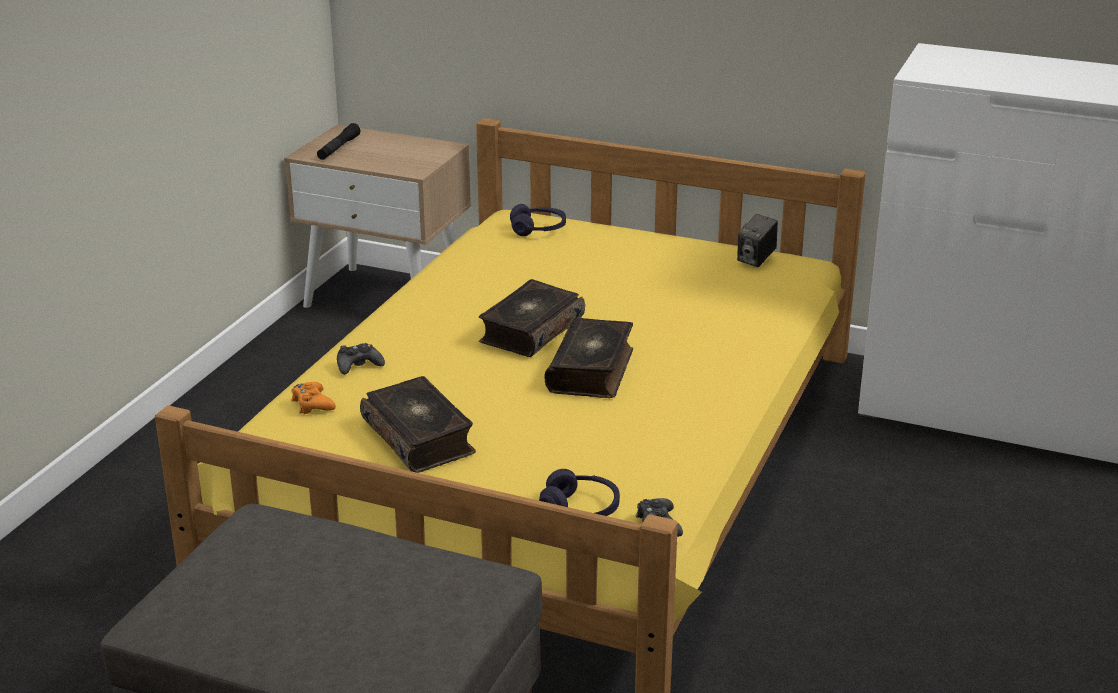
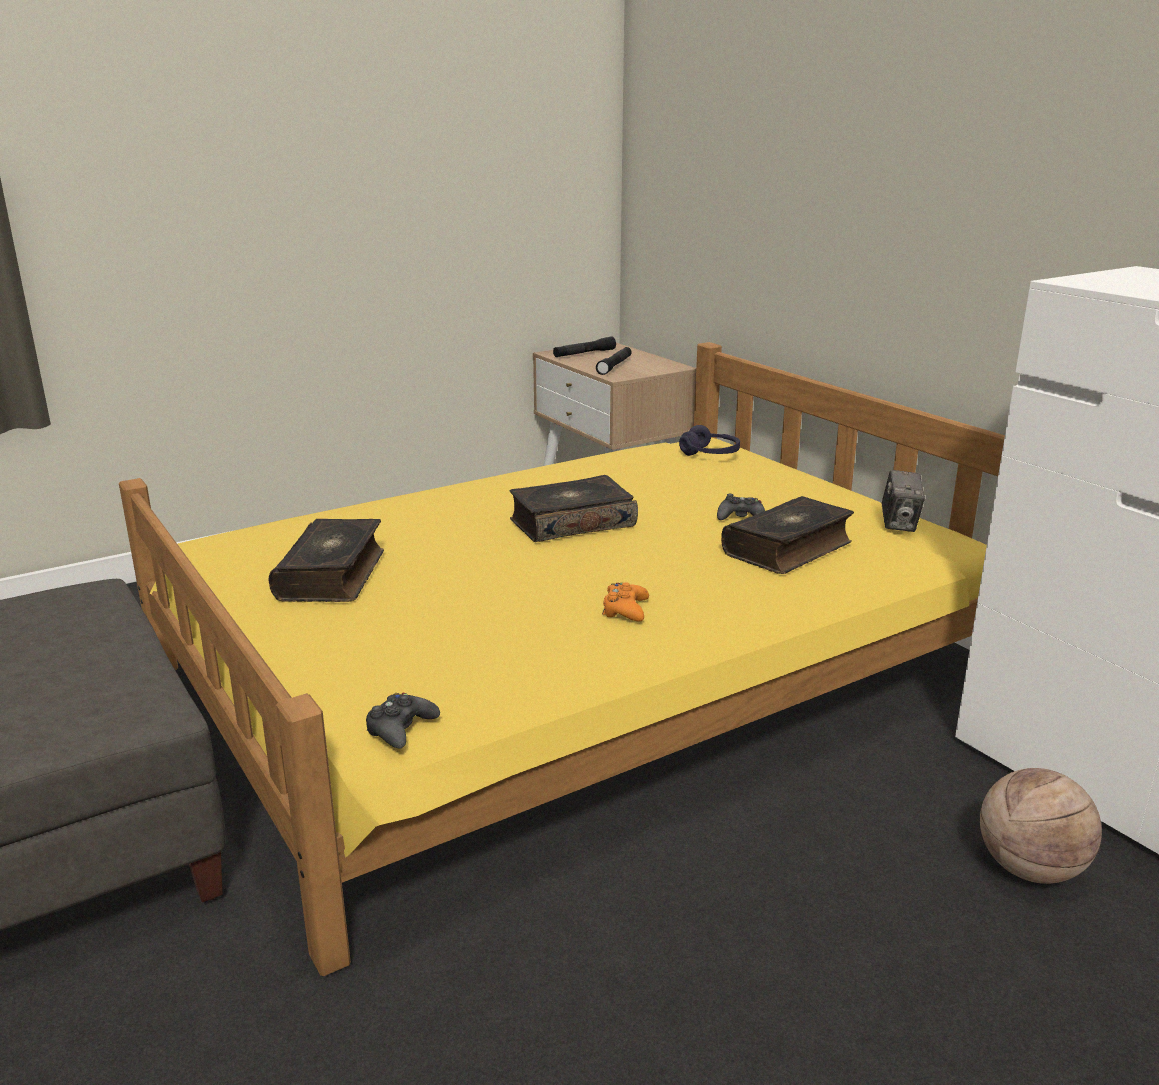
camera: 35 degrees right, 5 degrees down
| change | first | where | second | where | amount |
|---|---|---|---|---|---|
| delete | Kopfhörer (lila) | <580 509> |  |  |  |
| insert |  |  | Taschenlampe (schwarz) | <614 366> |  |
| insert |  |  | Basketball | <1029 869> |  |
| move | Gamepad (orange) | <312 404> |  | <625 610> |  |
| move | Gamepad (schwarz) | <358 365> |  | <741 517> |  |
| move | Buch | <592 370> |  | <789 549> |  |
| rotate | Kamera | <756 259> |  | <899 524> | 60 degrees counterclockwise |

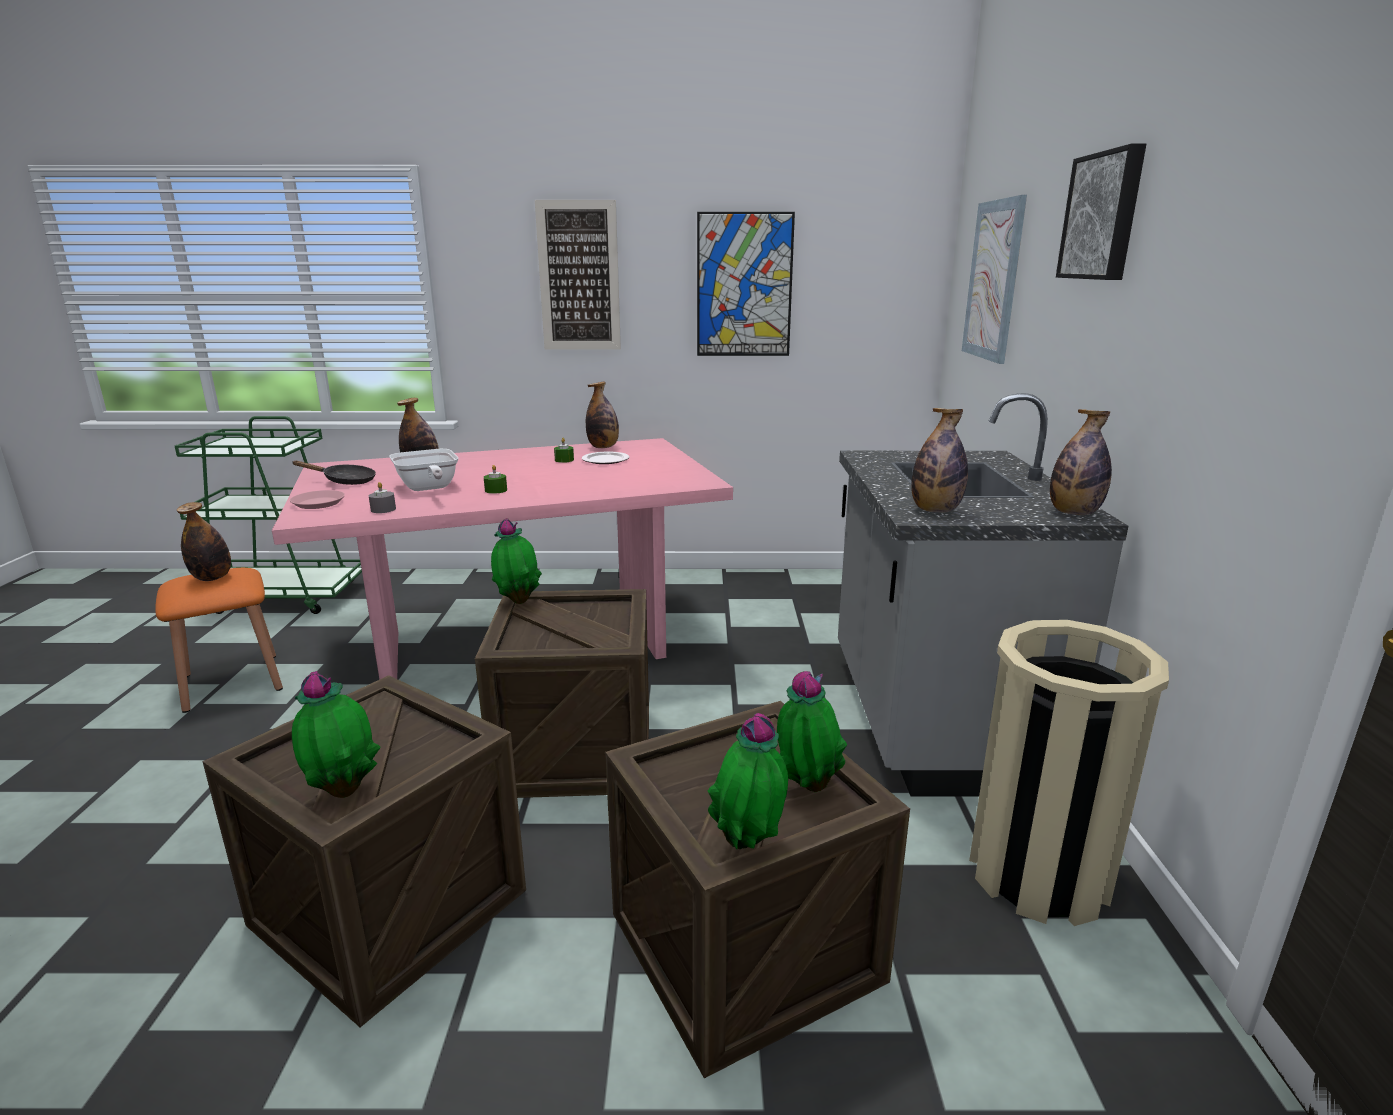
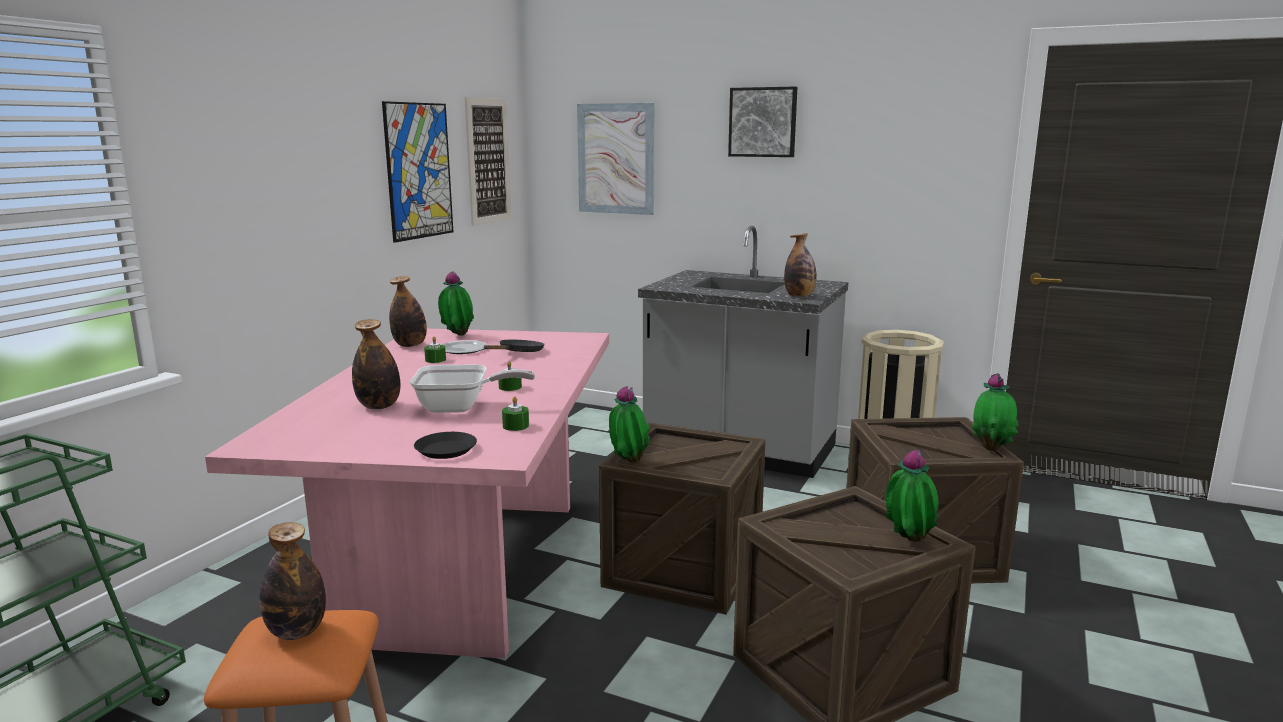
camera: 65 degrees left, 5 degrees down
| change | first | where | second | where | amount |
|---|---|---|---|---|---|
| delete | Flasche | <1074 513> |  |  |  |
| move | Pfanne (schwarz) | <345 481> |  | <518 353> |  |
| move | Bild | <579 277> |  | <488 161> |  |
| move | Topfpflanze | <806 786> |  | <457 336> |  |
| recolor | Teller (rosa) | <318 503> | Teller (schwarz) | <445 450> |  |
| recolor | Kerze (grau) | <383 509> | Kerze (grün) | <515 426> |  |

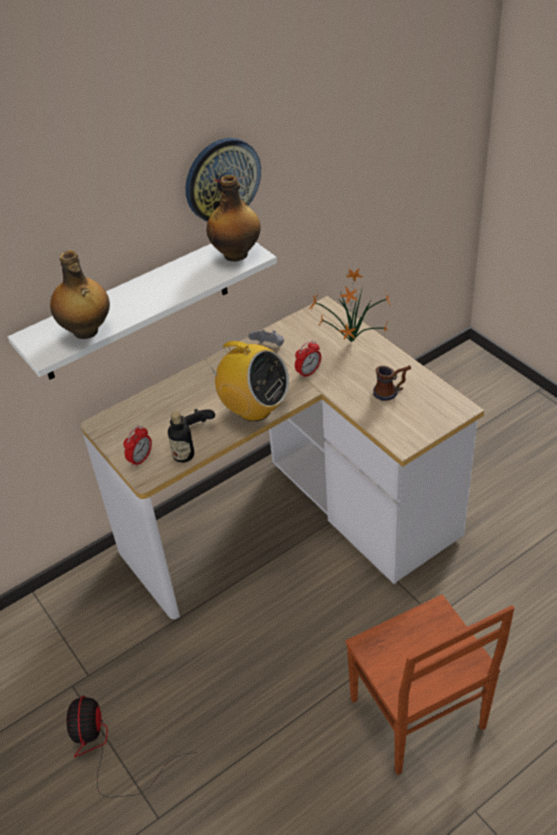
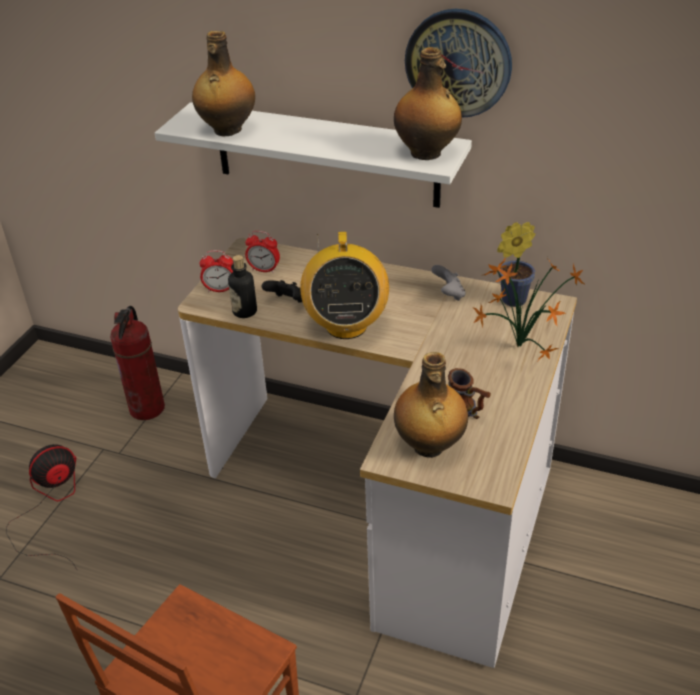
camera: 55 degrees right, 5 degrees down
| change | first | where | second | where | amount |
|---|---|---|---|---|---|
| insert |  |  | Feuerlöscher | <148 409> |  |
| insert |  |  | Flasche | <429 446> |  |
| insert |  |  | Topfpflanze | <510 300> |  |
| move | Wecker | <308 372> |  | <264 270> |  |

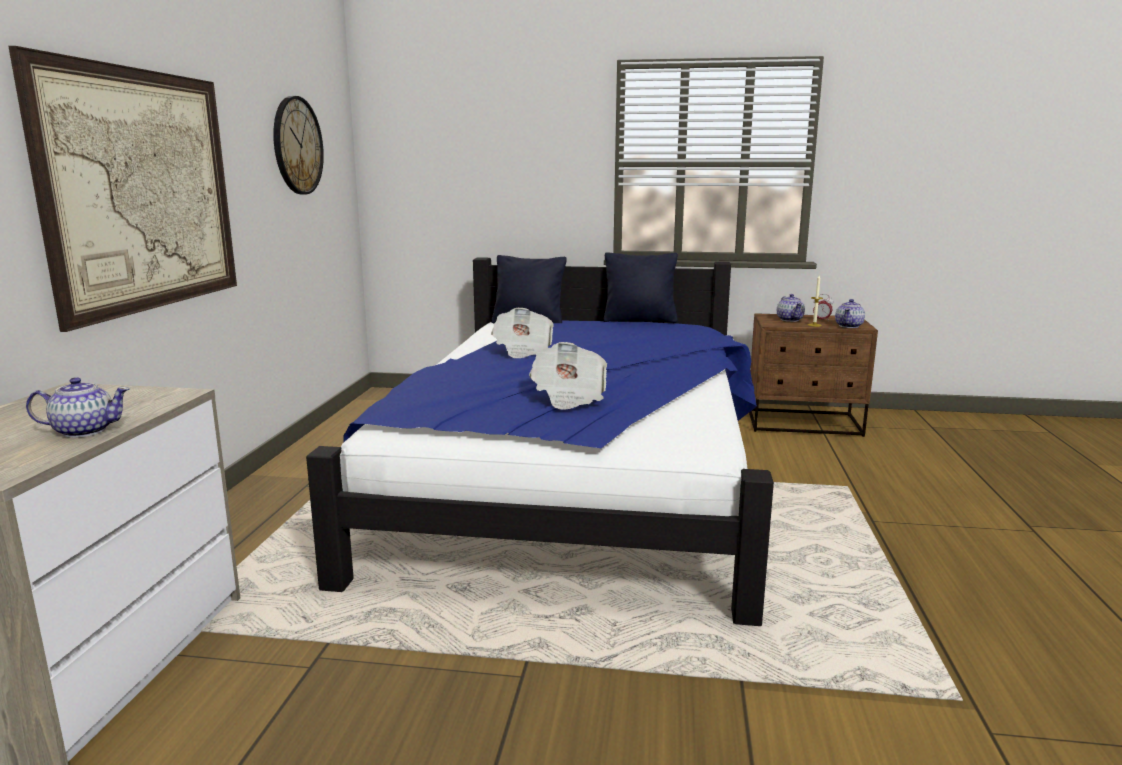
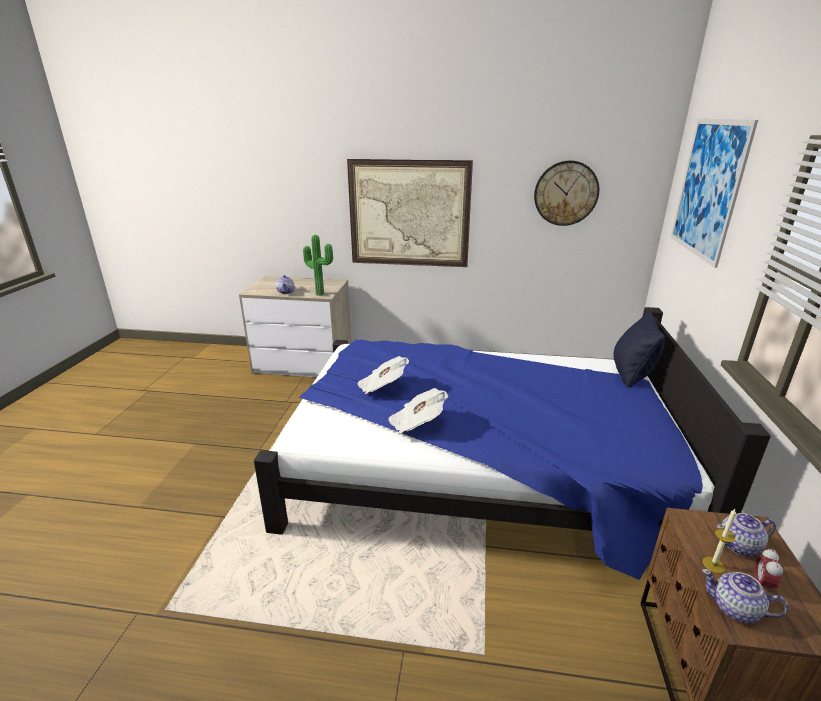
camera: 90 degrees right, 10 degrees up
| change | first | where | second | where | amount |
|---|---|---|---|---|---|
| delete | Kissen (schwarz) | <639 320> |  |  |  |
| insert |  |  | Topfpflanze | <321 293> |  |
| insert |  |  | Bild | <708 188> |  |
| move | Zeitung | <522 350> |  | <416 423> |  |

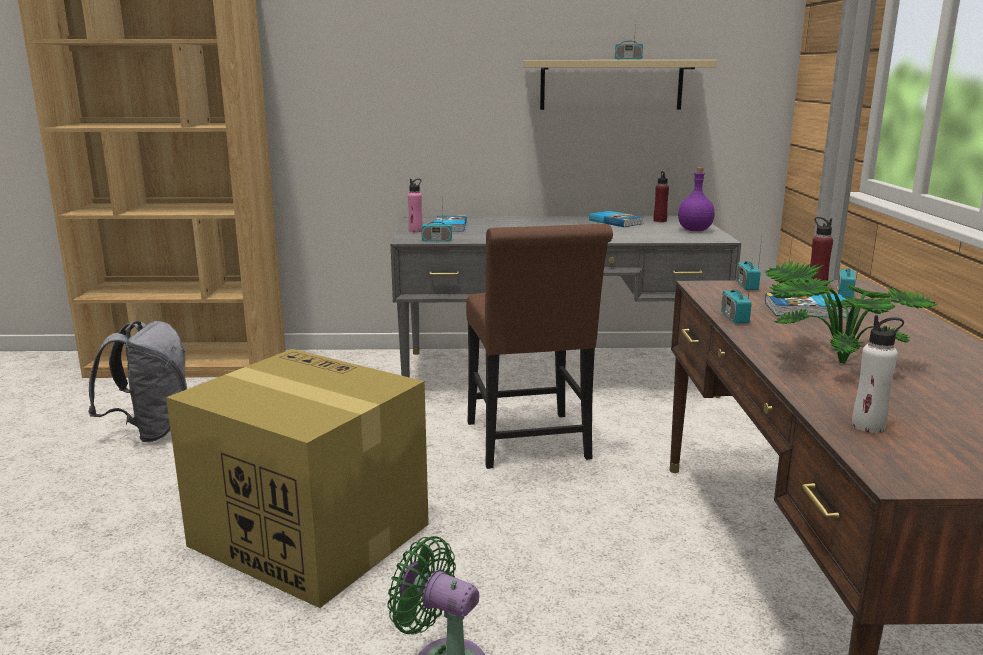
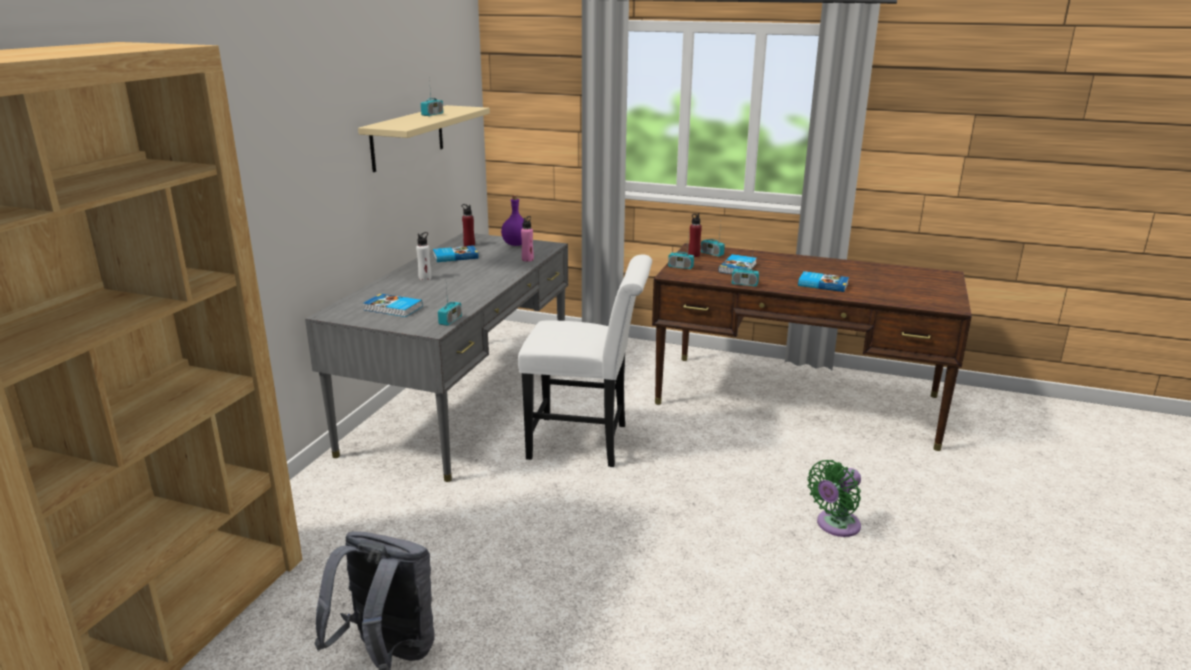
camera: 70 degrees left, 5 degrees up
| change | first | where | second | where | amount |
|---|---|---|---|---|---|
| delete | Karton | <307 534> |  |  |  |
| move | Flasche (rosa) | <415 231> |  | <527 259> |  |
| move | Flasche (weiß) | <868 426> |  | <425 278> |  |
| replace | Topfpflanze | <831 361> | Buch | <822 284> |  |
| recolor | Stuhl (braun) | <529 445> | Stuhl (weiß) | <586 442> |  |

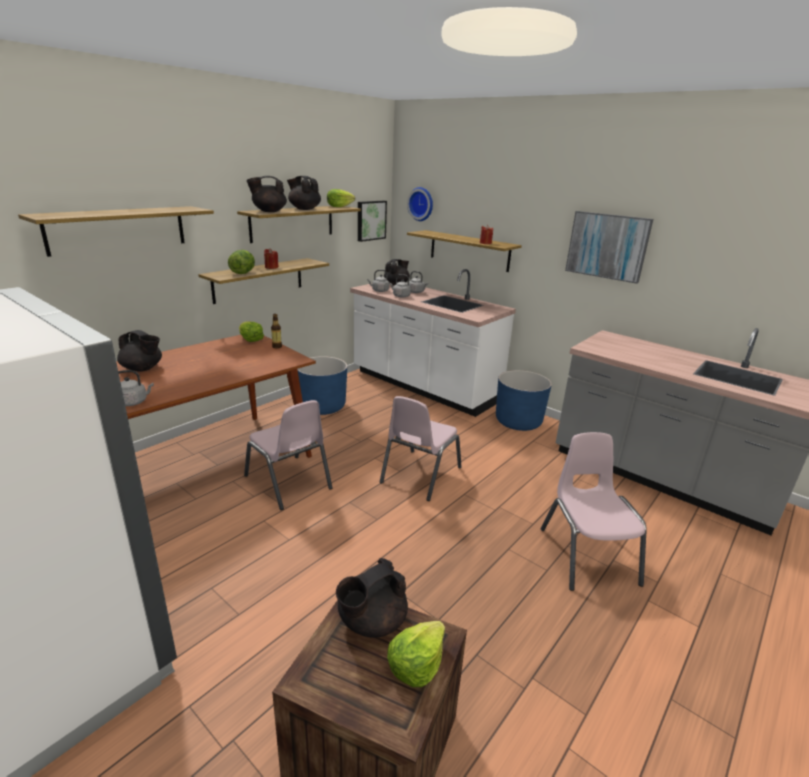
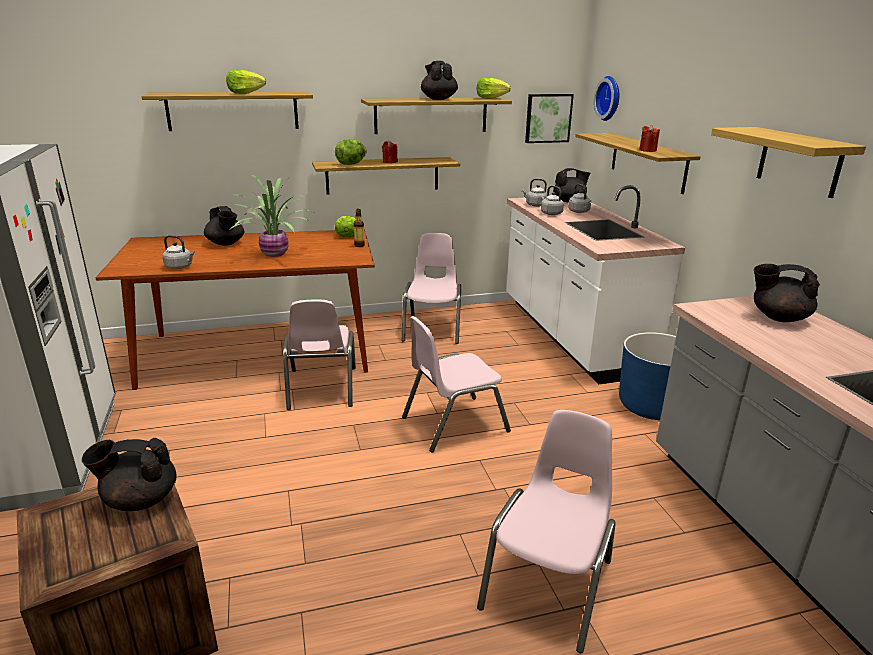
camera: 35 degrees right, 0 degrees up
| change | first | where | second | where | amount |
|---|---|---|---|---|---|
| insert |  |  | Topfpflanze | <274 254> |  |
| move | Teekanne (schwarz) | <269 211> |  | <778 317> |  |
| move | Salatkopf | <416 664> |  | <245 93> |  |
| replace | Pflanzkübel (blau) | <322 406> | Stuhl (rosa) | <433 329> |  |
| replace | Bild | <607 246> | Wandregal | <799 161> |  |

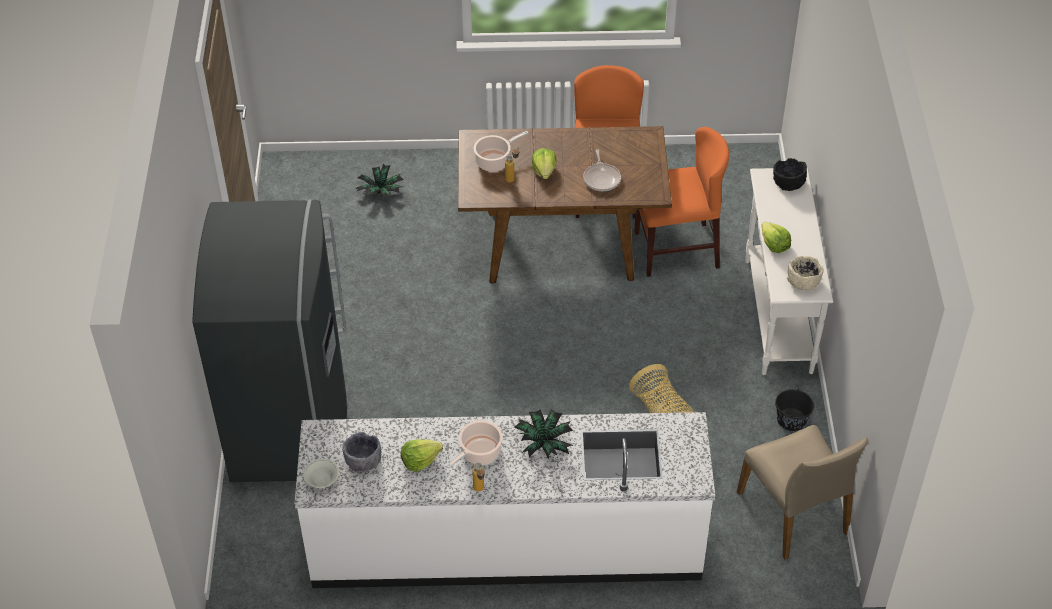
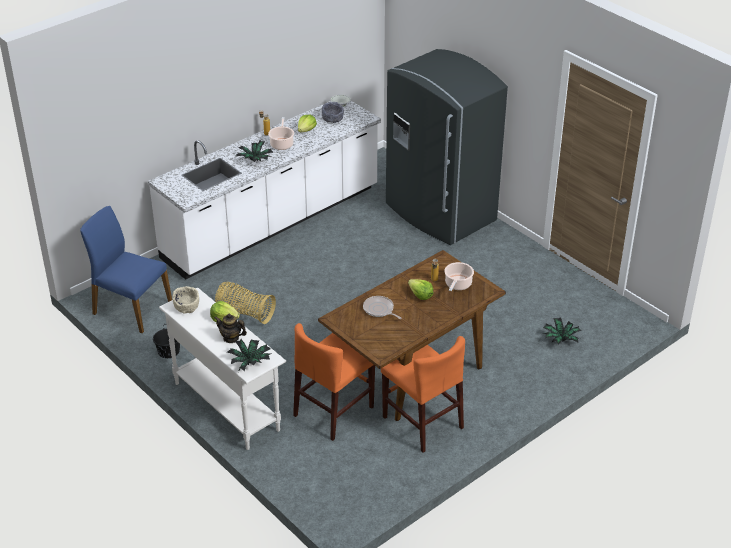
camera: 140 degrees right, 10 degrees down
| change | first | where | second | where | amount |
|---|---|---|---|---|---|
| insert |  |  | Teekanne | <231 338> |  |
| replace | Schüssel (schwarz) | <788 182> | Topfpflanze | <250 363> |  |
| recolor | Stuhl (beige) | <794 513> | Stuhl (blau) | <131 308> |  |

